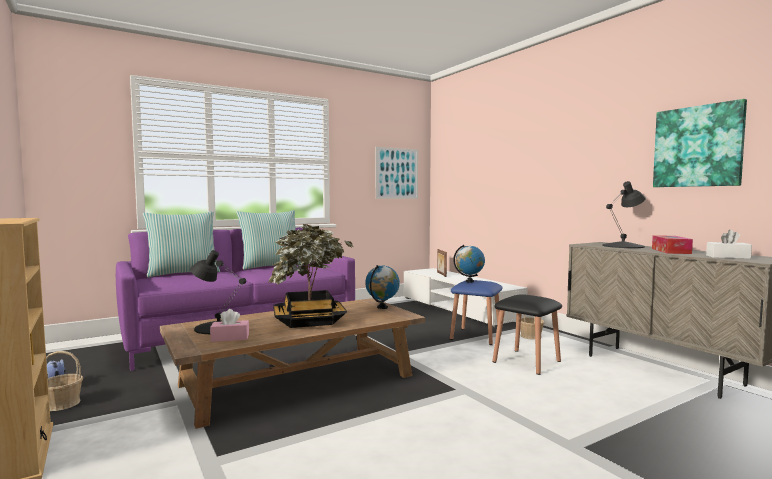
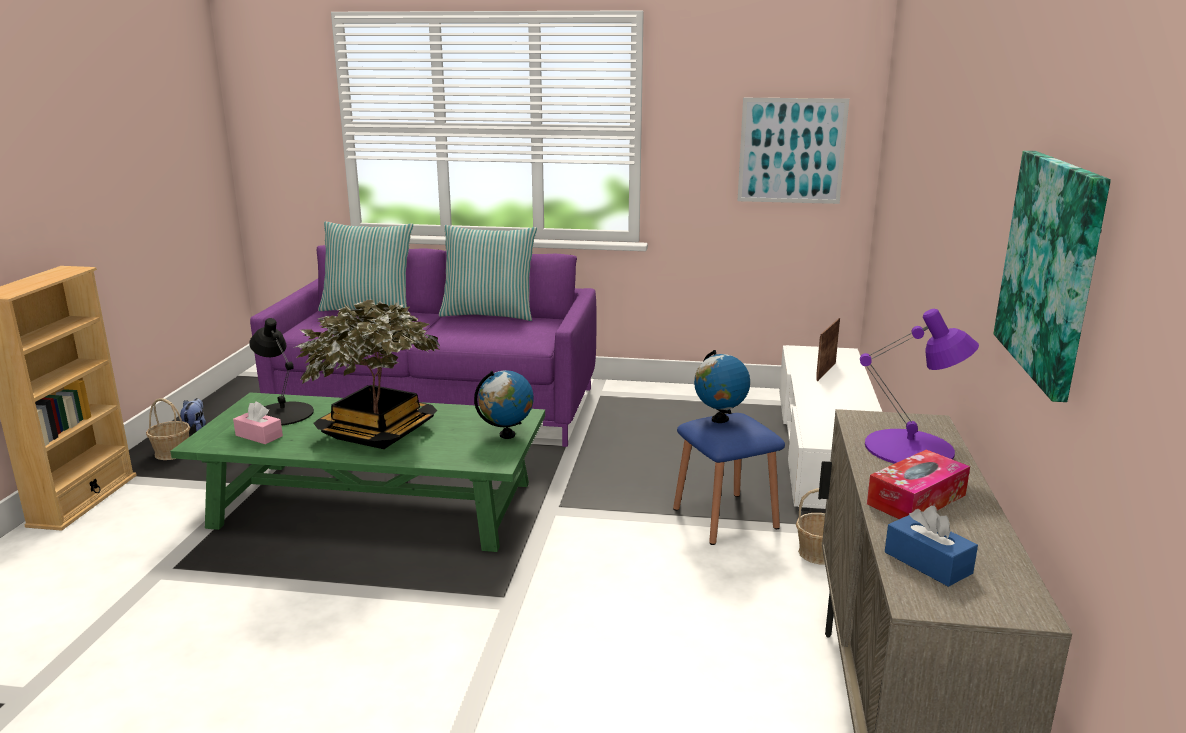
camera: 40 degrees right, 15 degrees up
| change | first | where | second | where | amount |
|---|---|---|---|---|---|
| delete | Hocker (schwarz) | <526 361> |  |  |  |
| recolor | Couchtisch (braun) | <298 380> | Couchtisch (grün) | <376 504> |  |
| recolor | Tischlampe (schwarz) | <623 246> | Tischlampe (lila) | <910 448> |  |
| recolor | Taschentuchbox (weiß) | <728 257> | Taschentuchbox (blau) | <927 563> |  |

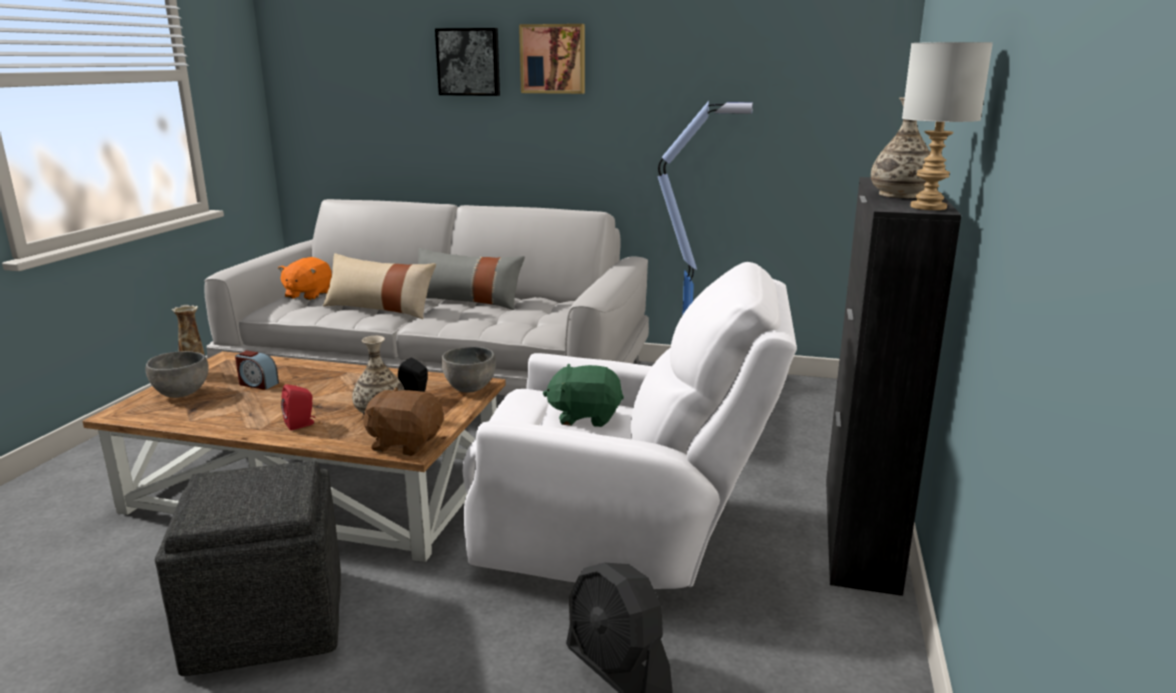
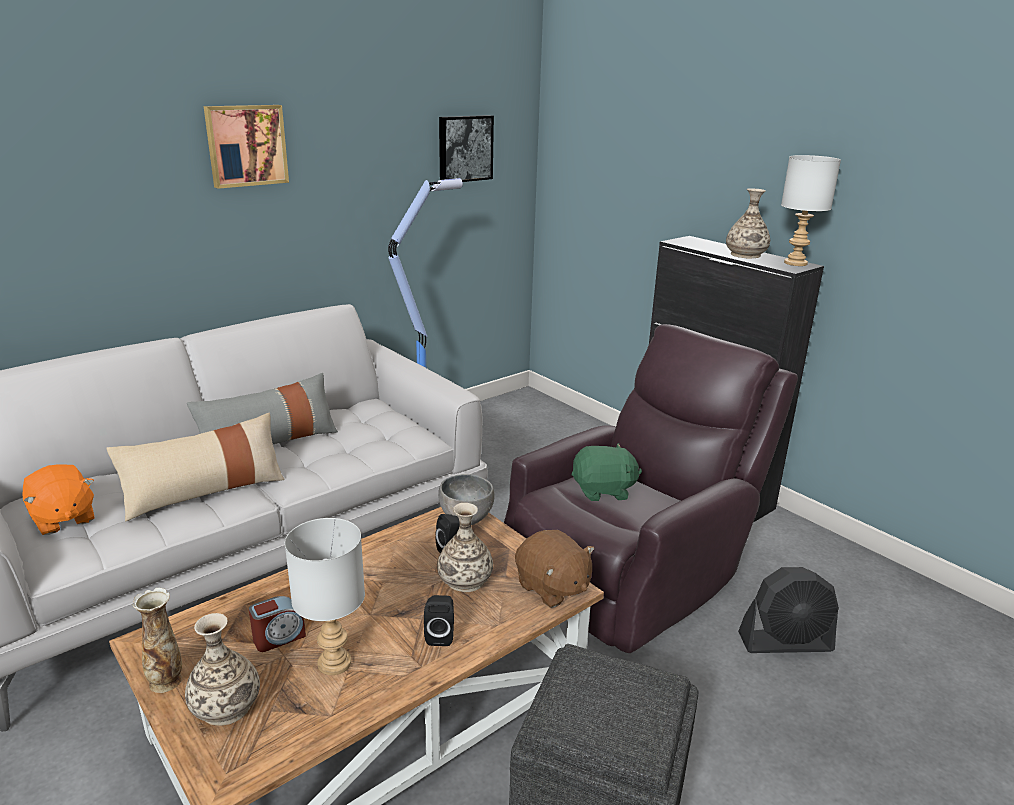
camera: 55 degrees left, 5 degrees up
| change | first | where | second | where | amount |
|---|---|---|---|---|---|
| insert |  |  | Tischlampe (grau) | <333 662> |  |
| move | Bild | <469 62> |  | <464 148> |  |
| replace | Schüssel (grau) | <181 394> | Vase | <226 707> |  |
| recolor | Lautsprecher (rot) | <301 424> | Lautsprecher (schwarz) | <440 635> |  |
| recolor | Sessel (weiß) | <622 538> | Sessel (braun) | <633 571> |  |
| rotate | Plüschtier (braun) | <405 443> |  | <552 588> | 90 degrees counterclockwise |
| rotate | Plüschtier (grün) | <585 416> |  | <603 491> | 135 degrees counterclockwise |

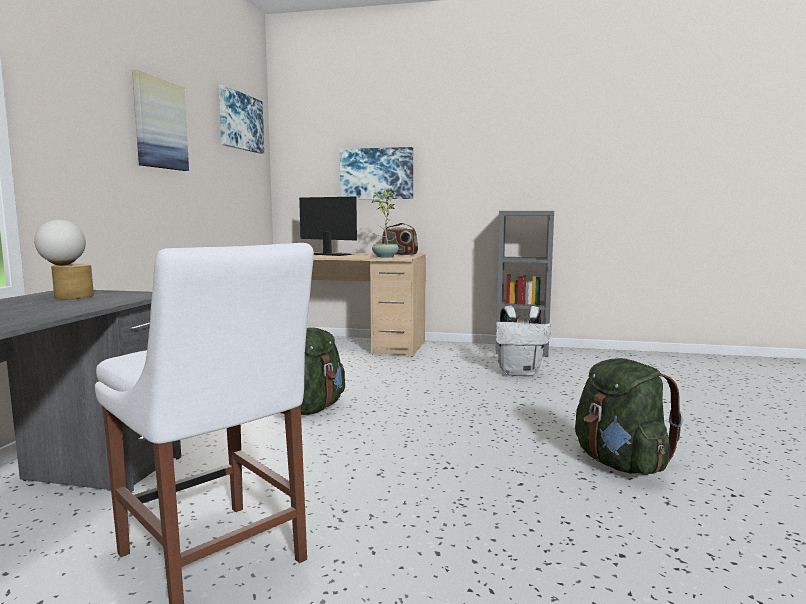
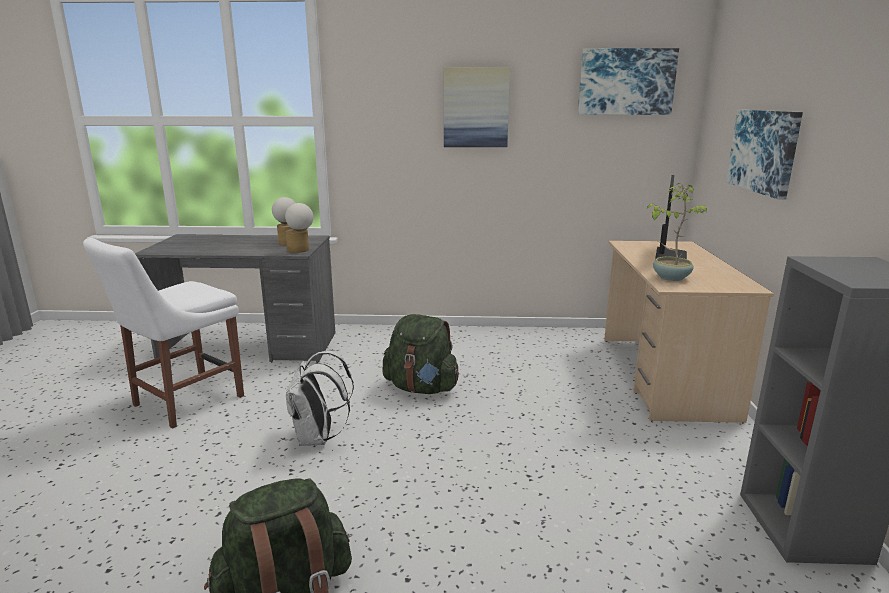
camera: 80 degrees right, 10 degrees up
| change | first | where | second | where | amount |
|---|---|---|---|---|---|
| delete | Radio | <399 254> |  |  |  |
| insert |  |  | Tischlampe | <300 250> |  |
| move | Rucksack (weiß) | <520 373> |  | <318 438> |  |

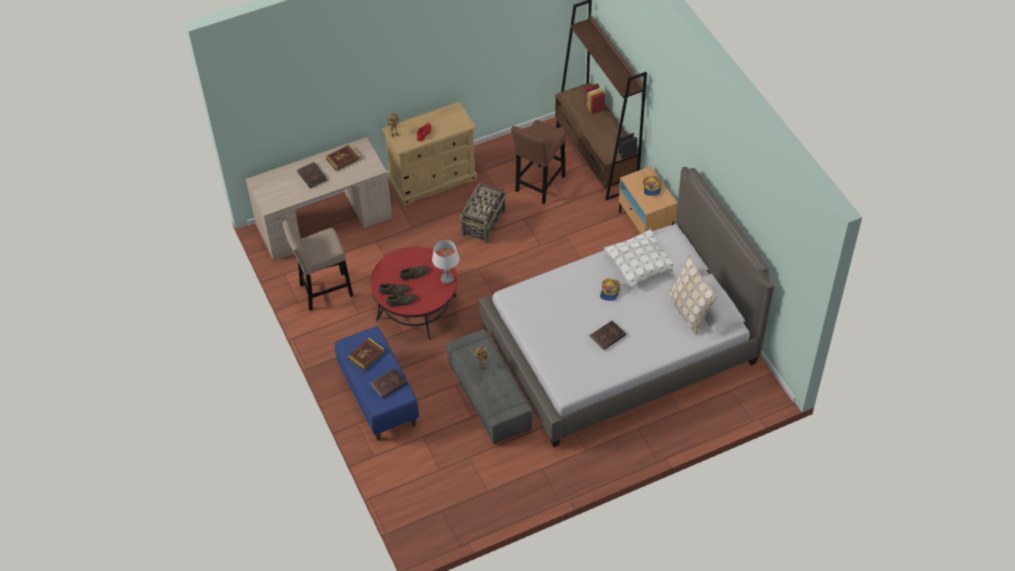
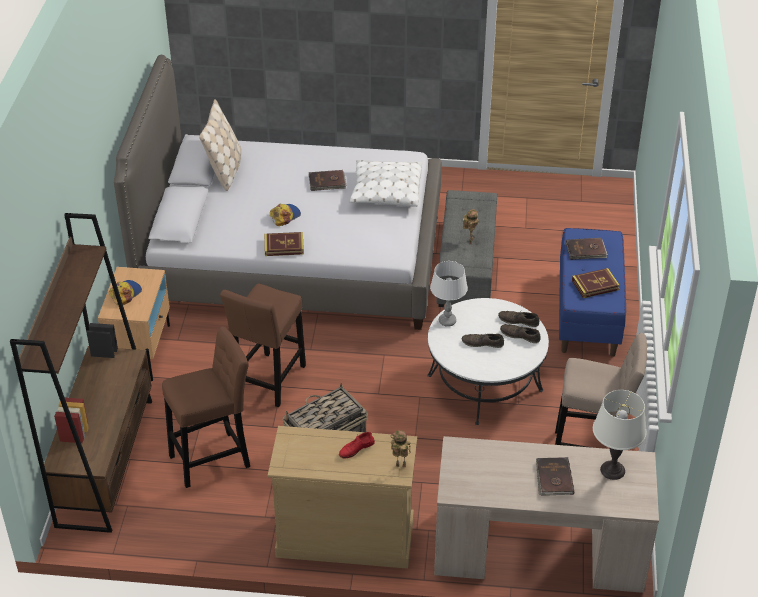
camera: 150 degrees left, 10 degrees down
| change | first | where | second | where | amount |
|---|---|---|---|---|---|
| insert |  |  | Hocker (braun) | <269 382> |  |
| insert |  |  | Tischlampe (weiß) | <612 470> |  |
| move | Buch | <343 159> |  | <284 246> |  |
| move | Kissen (weiß) | <640 263> |  | <386 192> |  |
| recolor | Couchtisch (rot) | <416 307> | Couchtisch (weiß) | <485 383> |  |

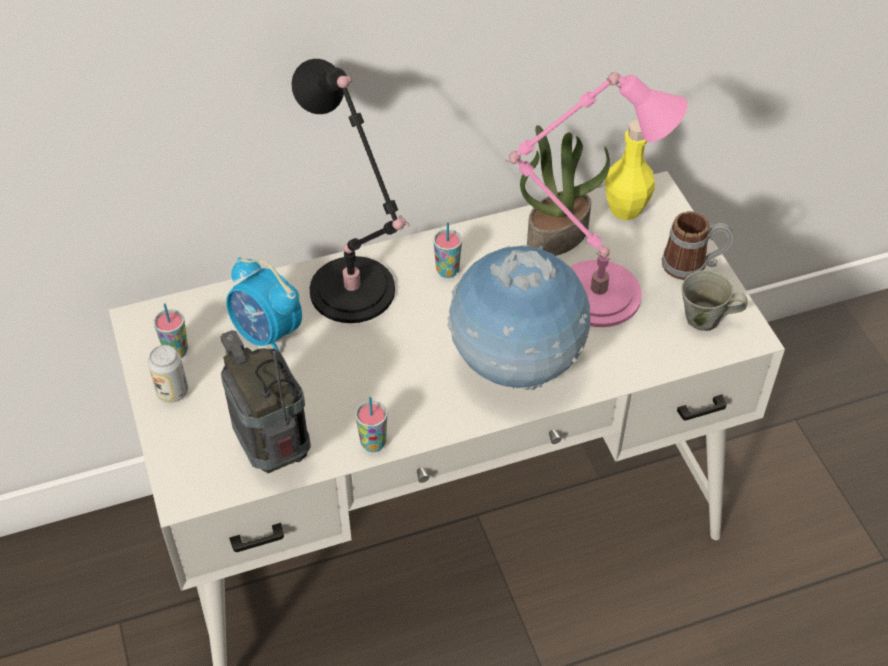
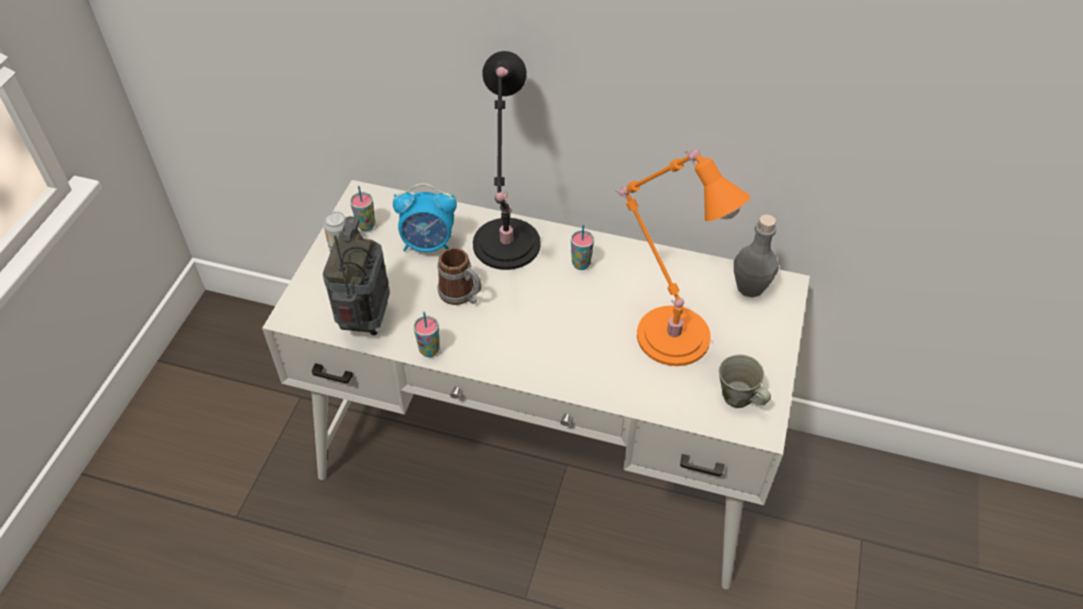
camera: 35 degrees right, 0 degrees up
| change | first | where | second | where | amount |
|---|---|---|---|---|---|
| delete | Globus | <516 366> |  |  |  |
| delete | Topfpflanze | <557 235> |  |  |  |
| move | Henkelbecher | <692 265> |  | <462 295> |  |
| recolor | Tischlampe (rosa) | <590 293> | Tischlampe (orange) | <668 332> |  |
| recolor | Flasche (gelb) | <625 209> | Flasche (grau) | <750 287> |  |
| rotate | Wecker | <267 334> |  | <428 244> | 75 degrees counterclockwise |

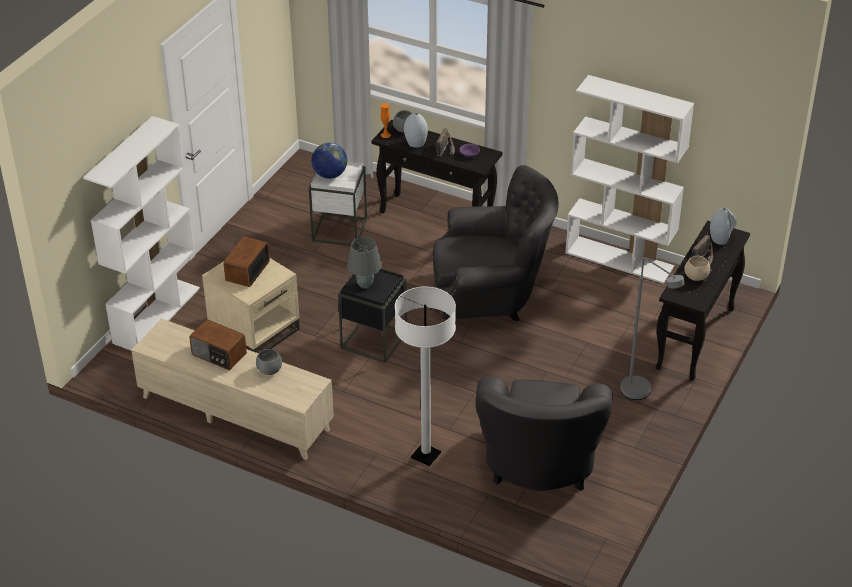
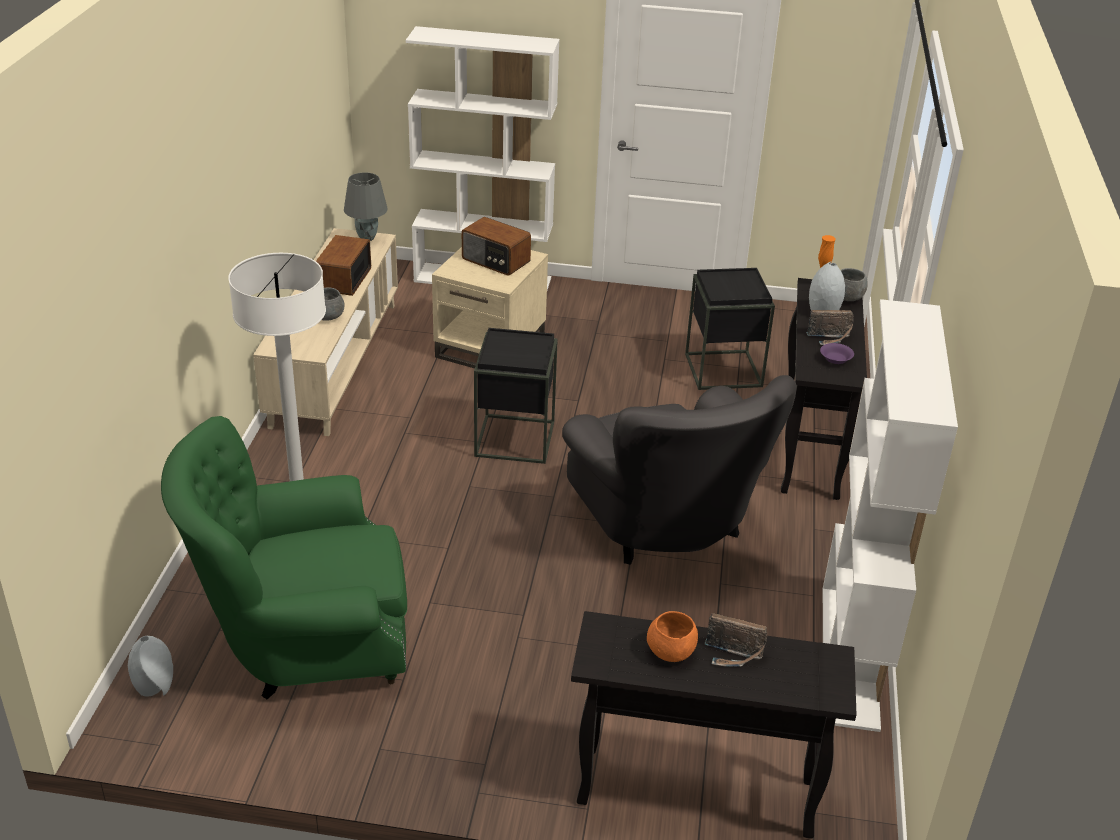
camera: 70 degrees right, 5 degrees down
| change | first | where | second | where | amount |
|---|---|---|---|---|---|
| delete | Globus | <330 175> |  |  |  |
| delete | Stehlampe (grau) | <642 394> |  |  |  |
| move | Tischlampe (grau) | <365 285> |  | <366 238> |  |
| move | Vase (grau) | <720 239> |  | <155 687> |  |
| recolor | Beistelltisch (weiß) | <340 230> | Beistelltisch (schwarz) | <723 370> |  |
| recolor | Sessel (grau) | <539 467> | Sessel (grün) | <304 642> |  |
| recolor | Schüssel (beige) | <696 277> | Schüssel (orange) | <670 652> |  |
| rotate | Radio | <246 271> |  | <495 261> | 150 degrees counterclockwise |

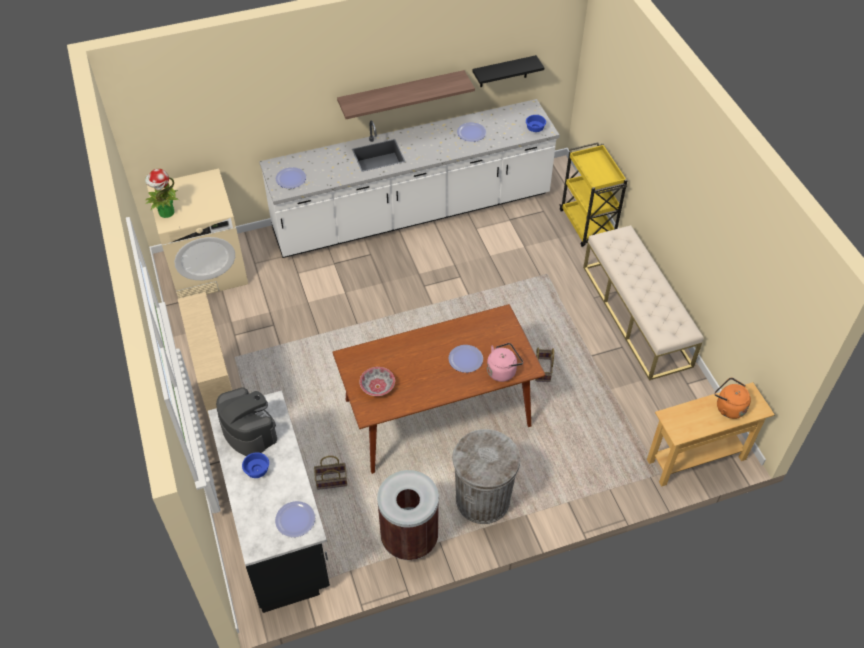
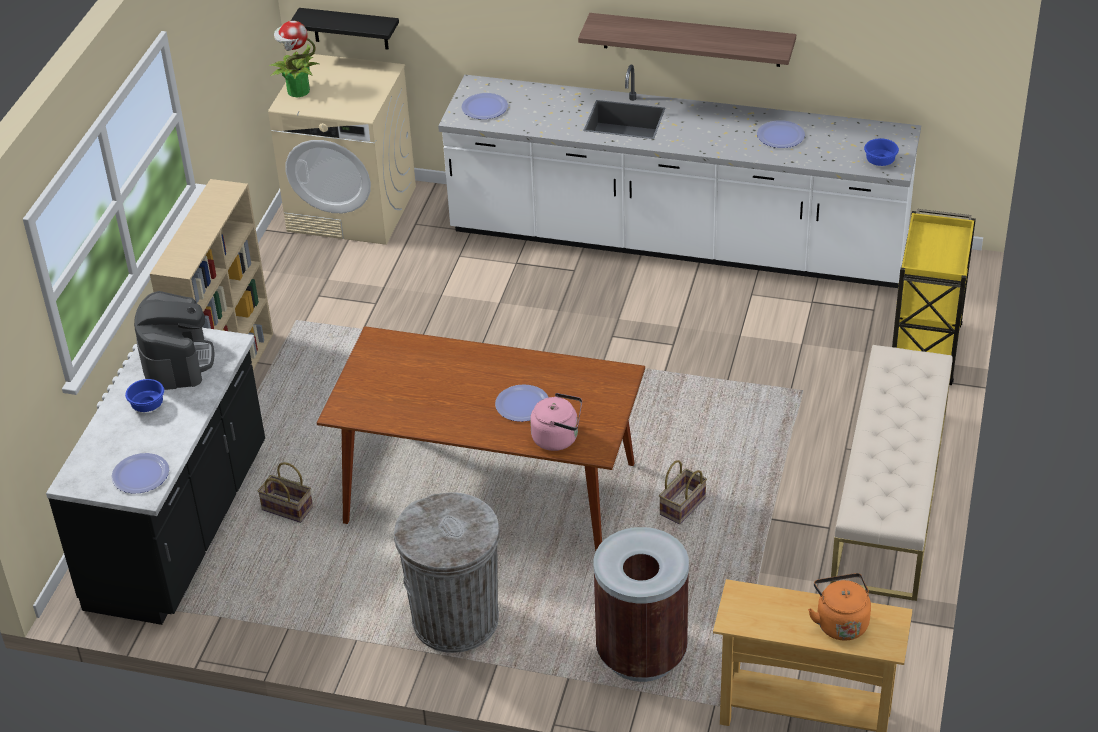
camera: 35 degrees right, 10 degrees down
| change | first | where | second | where | amount |
|---|---|---|---|---|---|
| delete | Schüssel | <378 386> |  |  |  |
| move | Mülleimer (braun) | <409 538> |  | <641 654> |  |
| move | Wandregal (schwarz) | <503 72> |  | <350 28> |  |

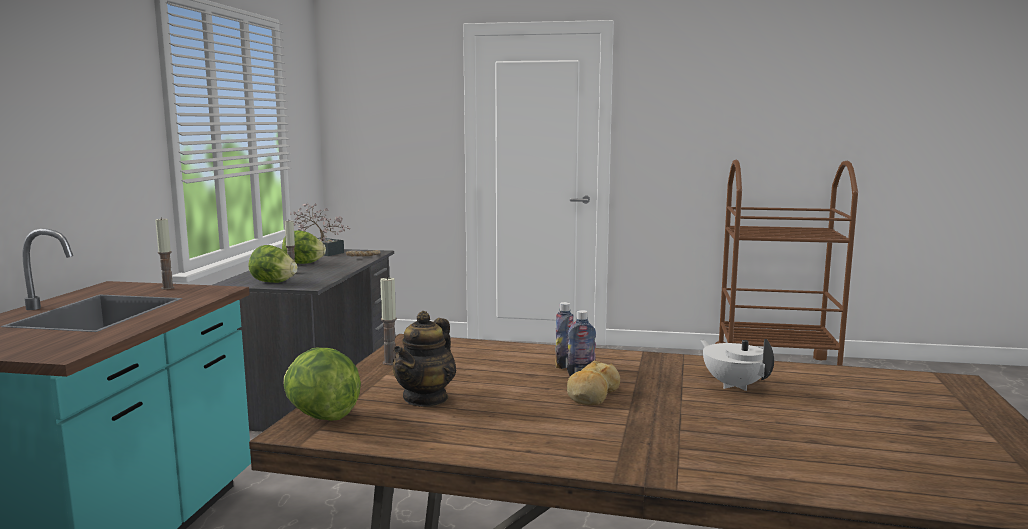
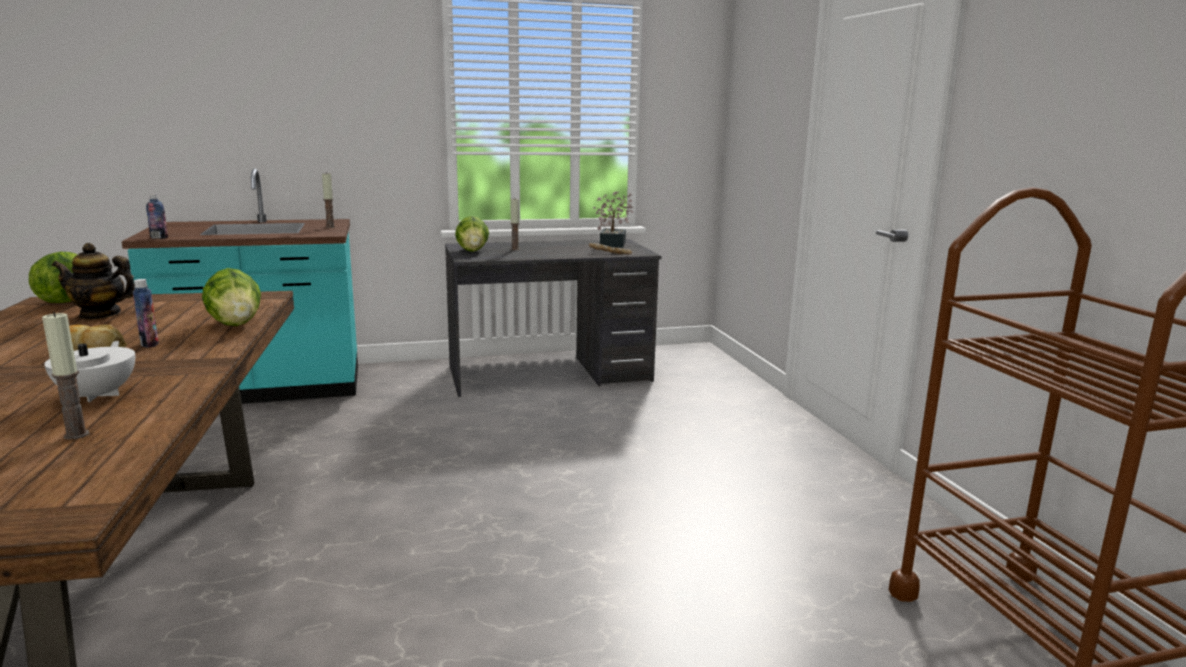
camera: 65 degrees right, 5 degrees up
| change | first | where | second | where | amount |
|---|---|---|---|---|---|
| move | Salatkopf | <303 263> |  | <236 324> |  |
| move | Kerze | <390 362> |  | <76 435> |  |
| move | Flasche | <564 365> |  | <159 237> |  |
| rotate | Teekanne (weiß) | <734 385> |  | <98 395> | 45 degrees counterclockwise |

